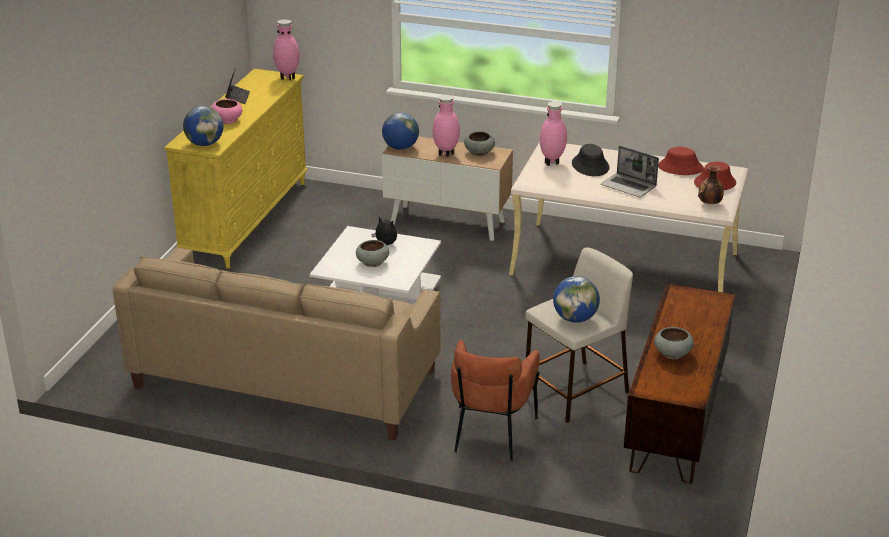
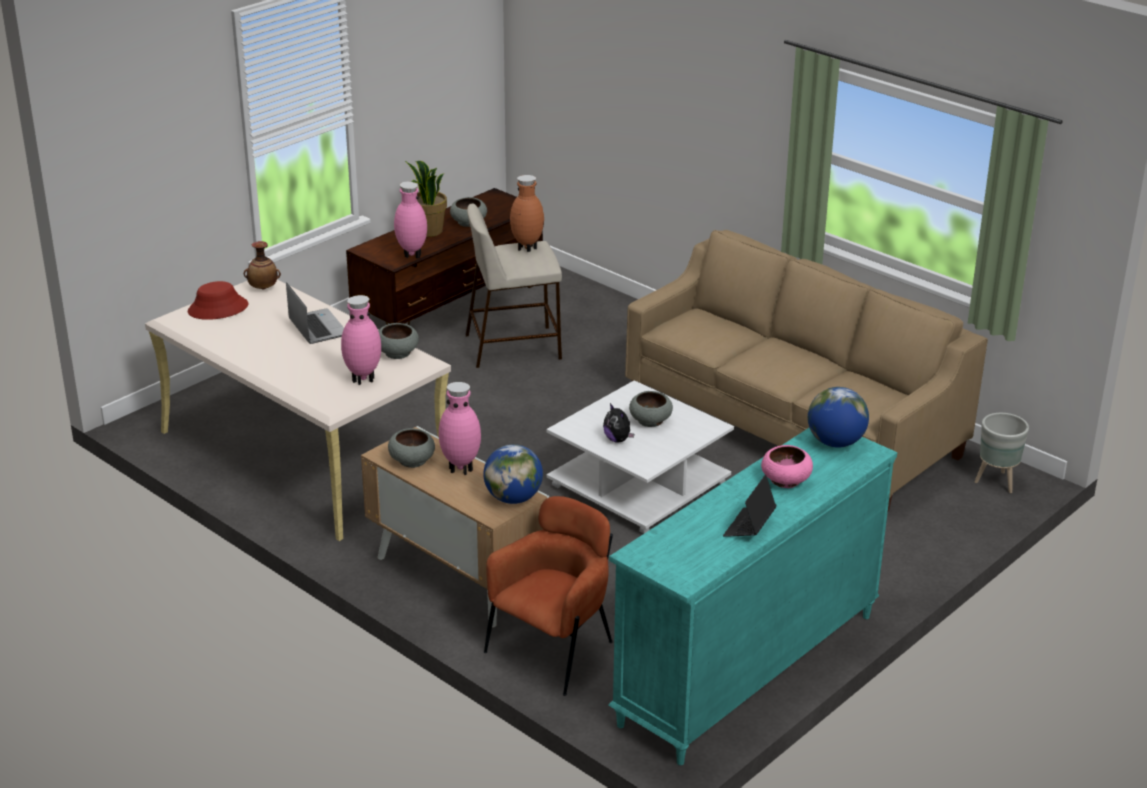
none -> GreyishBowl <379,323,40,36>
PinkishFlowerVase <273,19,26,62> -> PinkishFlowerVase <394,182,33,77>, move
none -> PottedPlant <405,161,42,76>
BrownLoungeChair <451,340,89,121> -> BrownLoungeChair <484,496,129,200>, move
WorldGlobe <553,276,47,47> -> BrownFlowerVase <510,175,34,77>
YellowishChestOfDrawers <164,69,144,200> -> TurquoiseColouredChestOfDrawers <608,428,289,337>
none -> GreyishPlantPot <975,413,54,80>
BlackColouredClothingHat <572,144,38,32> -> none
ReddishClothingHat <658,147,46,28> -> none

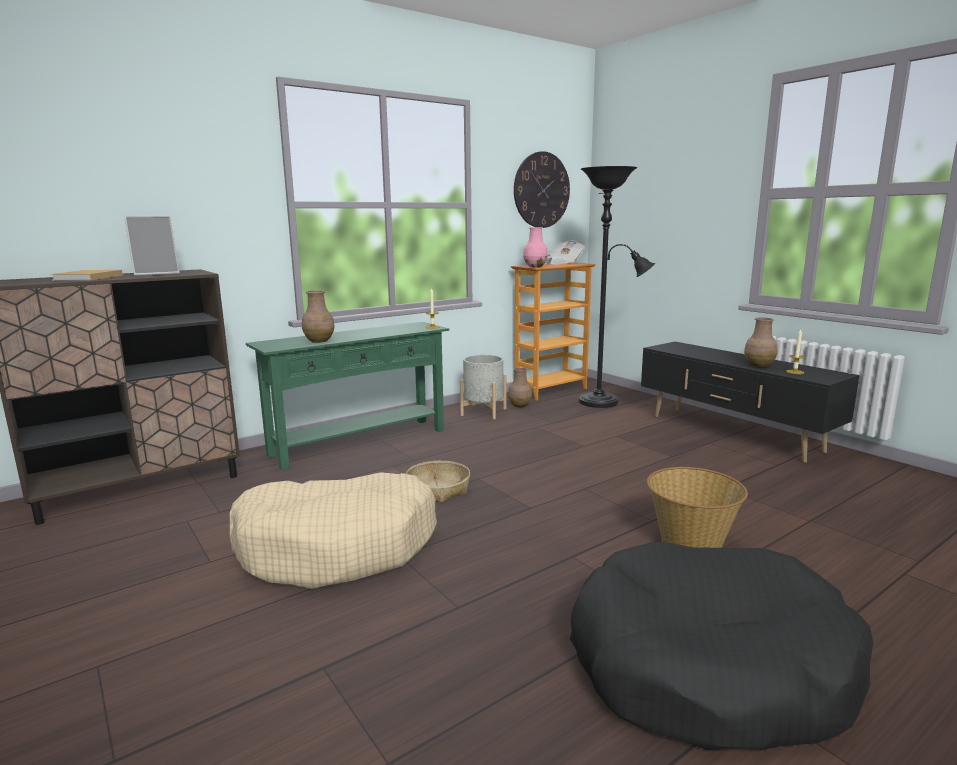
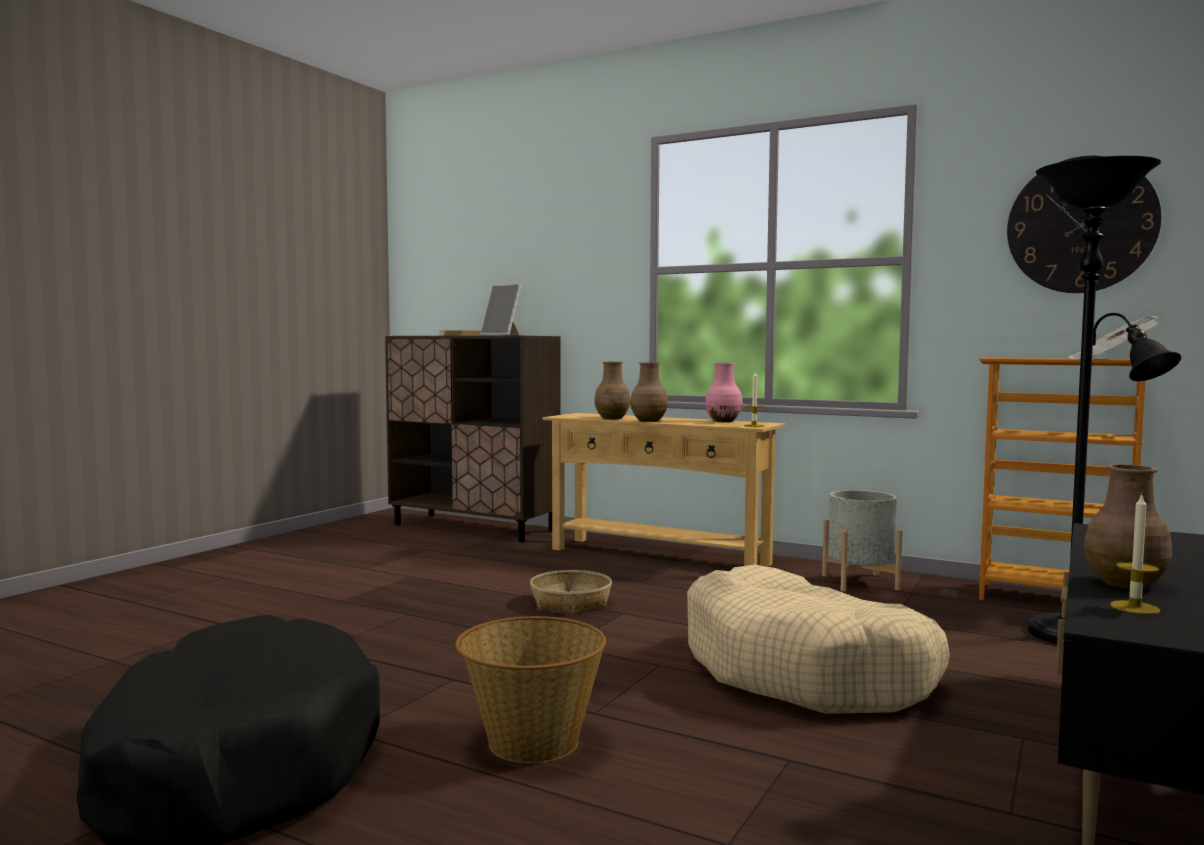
GreenNarrowTable <246,322,203,148> -> BeigeNarrowTable <542,413,243,154>
BrownFlowerVase <508,367,24,40> -> BrownFlowerVase <630,362,38,60>, move
BeigeDogCushion <230,472,207,117> -> BeigeDogCushion <687,565,263,149>, move
PinkishFlowerVase <523,227,25,40> -> PinkishFlowerVase <705,363,38,59>, move

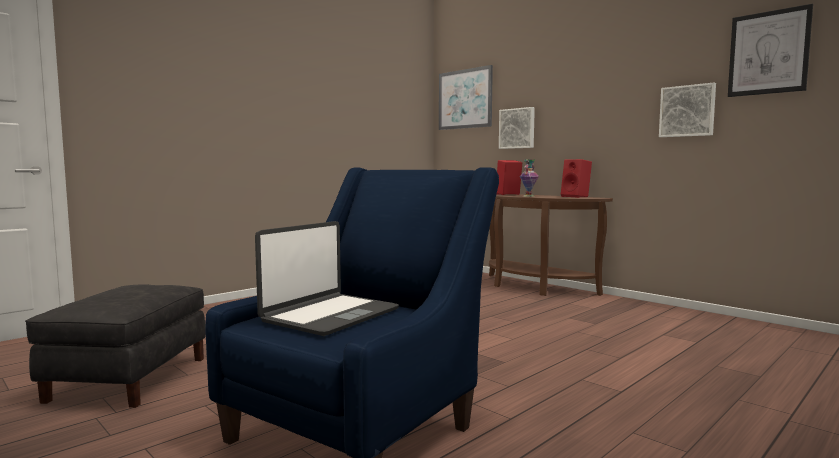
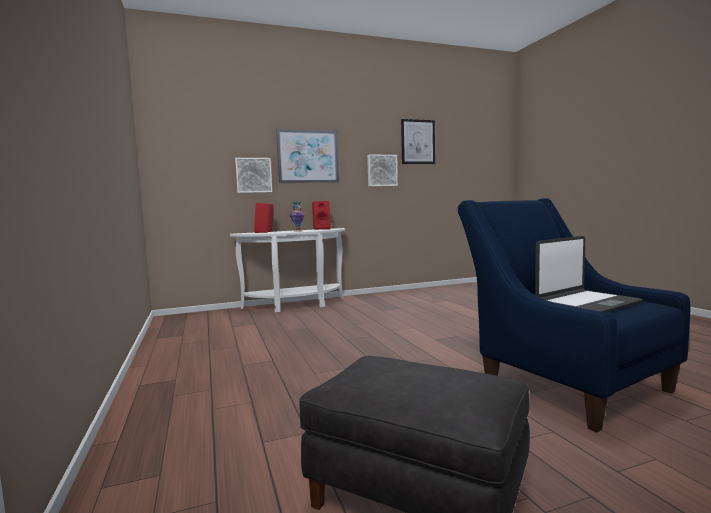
BrownNarrowTable <489,194,124,102> -> WhiteNarrowTable <230,228,115,84>
WallPicture <439,65,54,65> -> WallPicture <276,129,63,54>, move
Laptop <255,221,144,115> -> Laptop <535,236,108,77>, 90 degrees clockwise

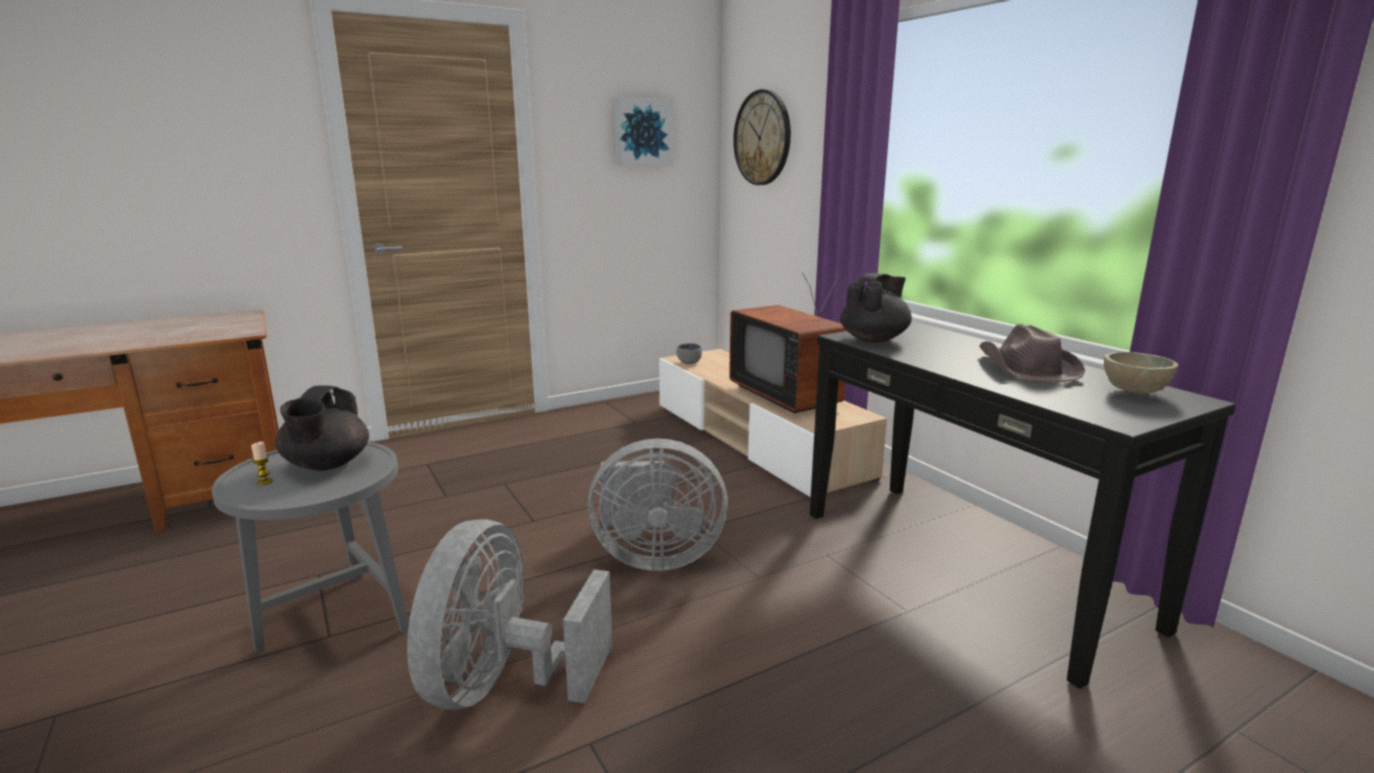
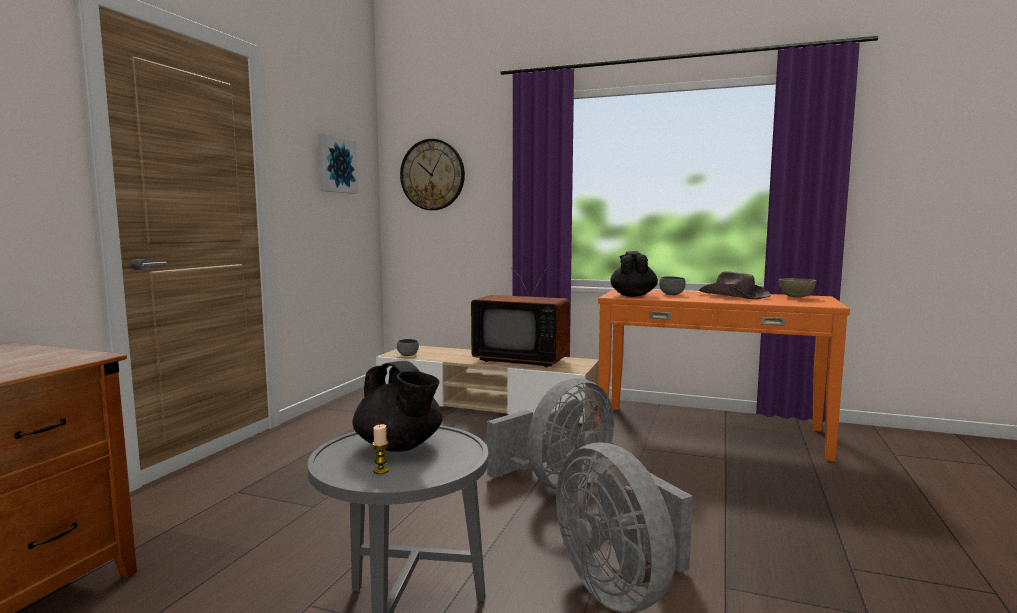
BlackColouredNarrowTable <810,321,426,368> -> OrangeColouredNarrowTable <597,289,253,173>
none -> GreyishBowl <659,276,27,19>

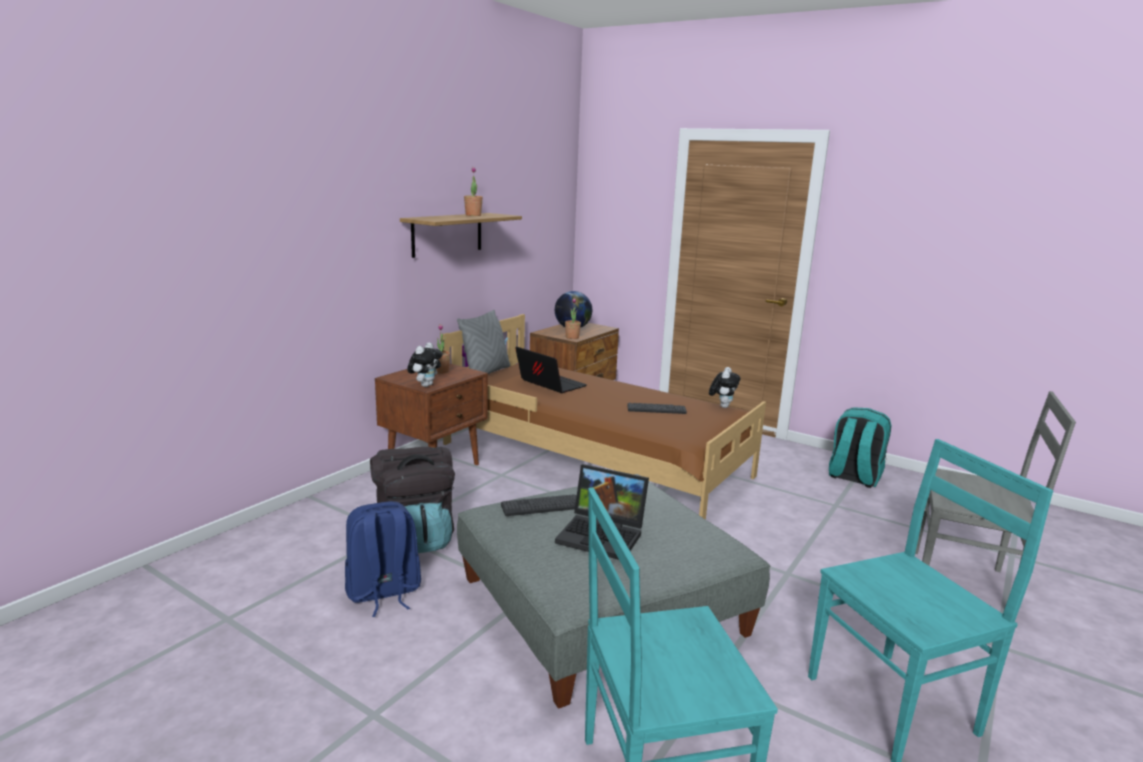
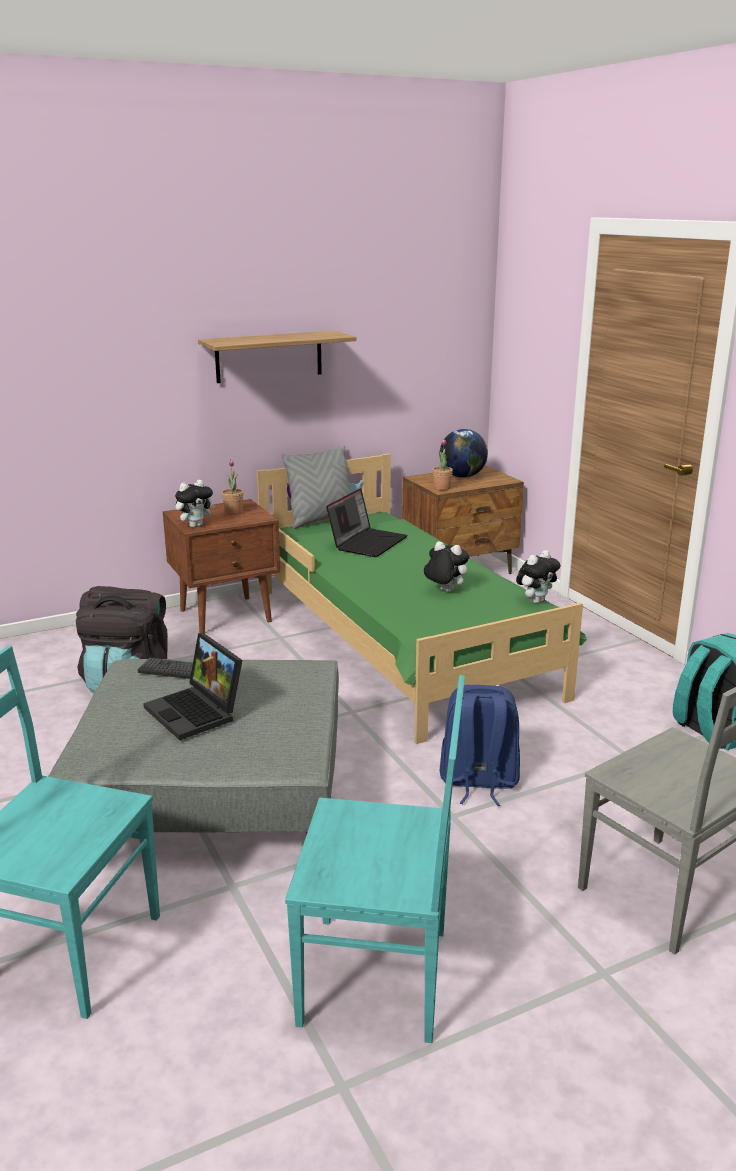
BrownBedroomBed <442,314,324,206> -> GreenBedroomBed <257,453,330,291>
Laptop <515,346,72,47> -> Laptop <326,488,82,69>, 45 degrees clockwise
ComputerKeyboard <627,403,60,11> -> SoftToy <424,541,45,51>
BlueKnapsack <345,501,76,116> -> BlueKnapsack <440,685,80,121>, move
PottedPlant <464,167,19,49> -> none

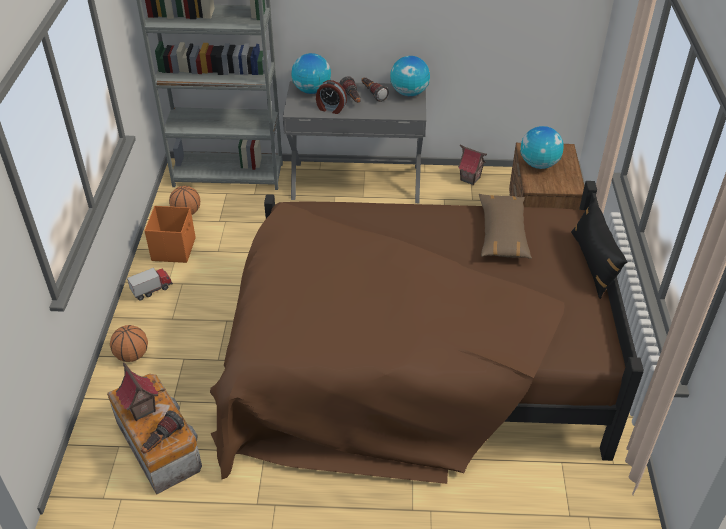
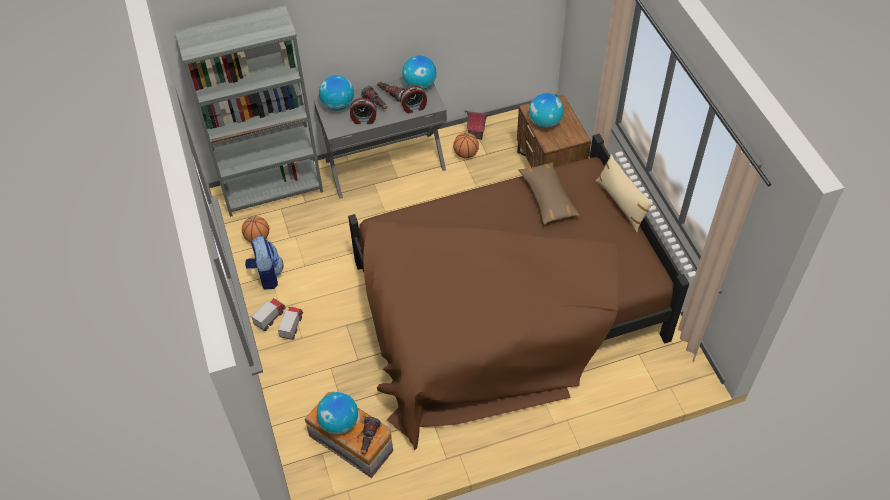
OrangeColouredStorageBin <144,206,52,57> -> Knapsack <245,236,39,54>
none -> ModelTruck <278,307,25,33>
MiniatureHouse <116,362,42,59> -> WorldGlobe <317,392,41,42>
none -> AlarmClock <400,86,27,27>
Basketball <110,325,38,37> -> Basketball <453,133,26,25>, move
BlackColouredPillow <571,197,57,102> -> BeigePillow <596,154,57,78>

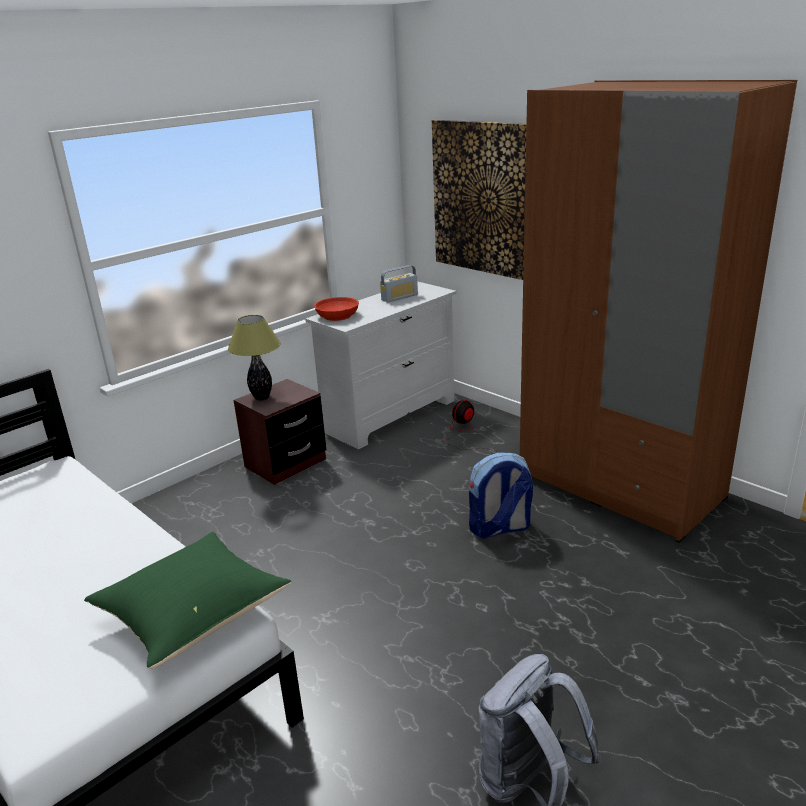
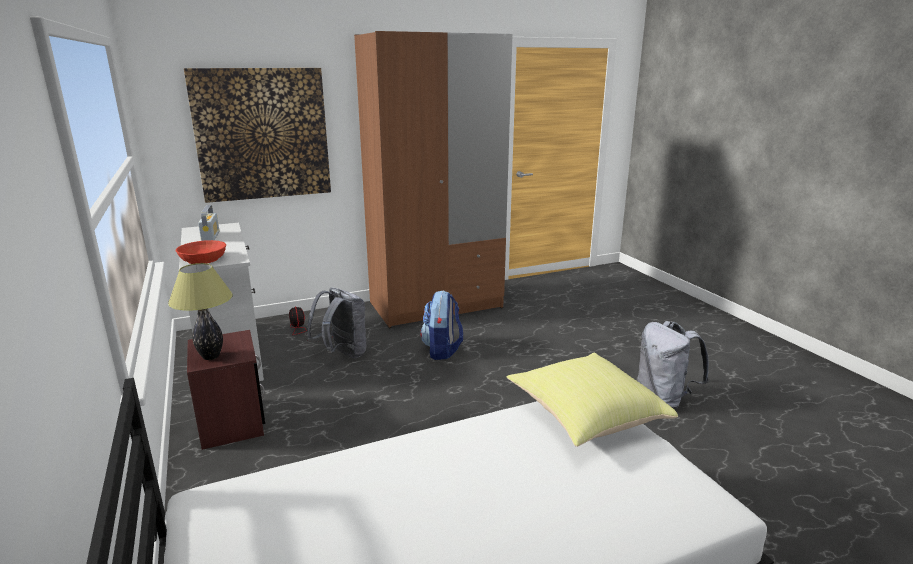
none -> GreyishKnapsack <307,287,59,71>
GreenPillow <84,532,207,137> -> YellowishPillow <507,353,171,94>

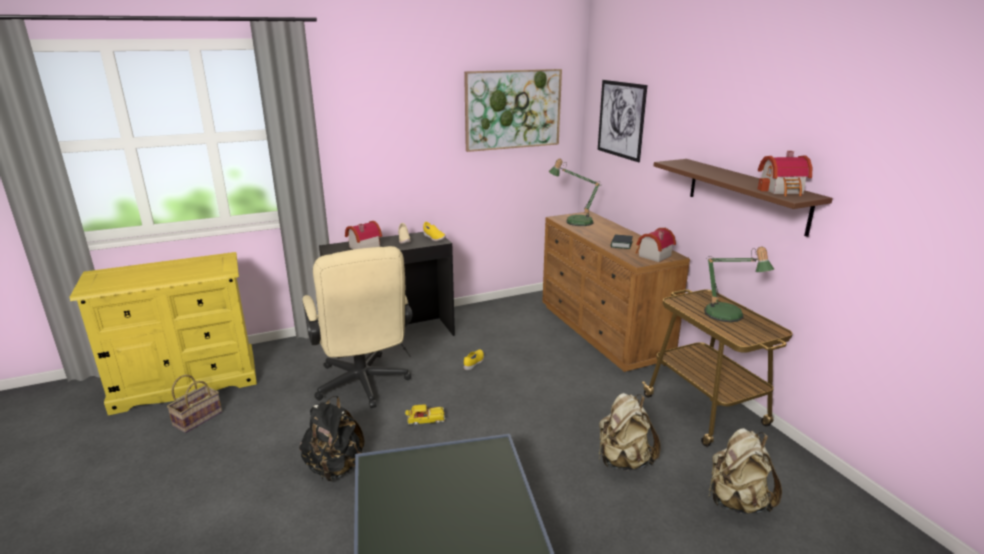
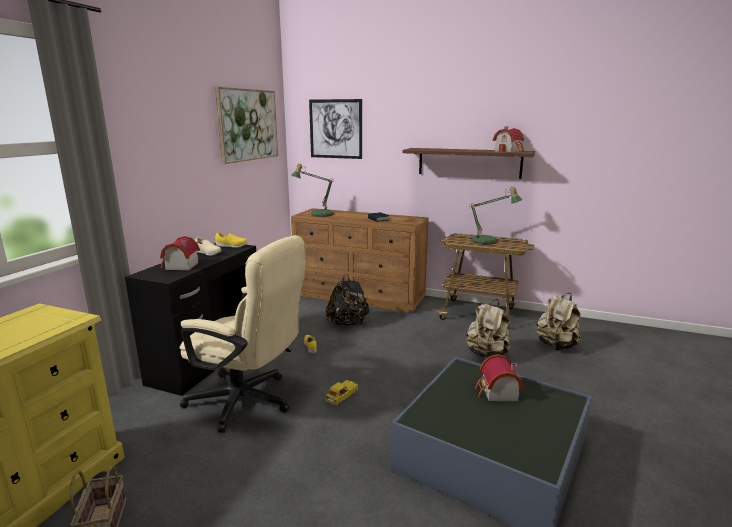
BlackColouredKnapsack <299,396,66,85> -> BlackColouredKnapsack <326,274,44,52>, move
MiniatureHouse <636,228,40,34> -> MiniatureHouse <475,354,49,47>, move

